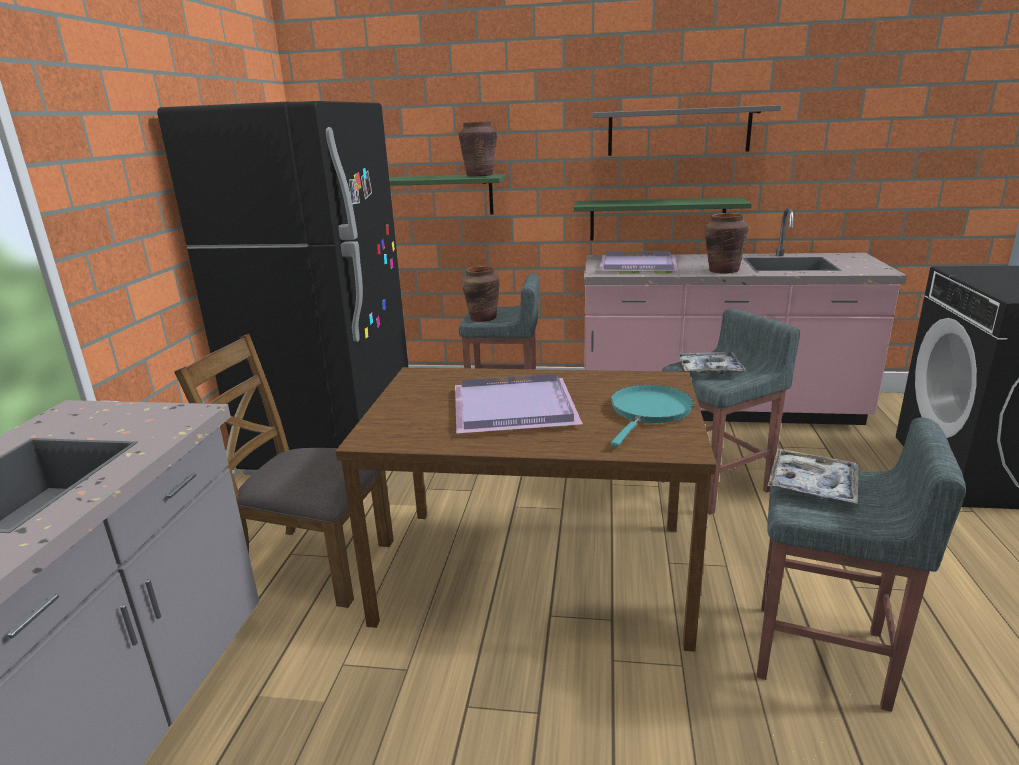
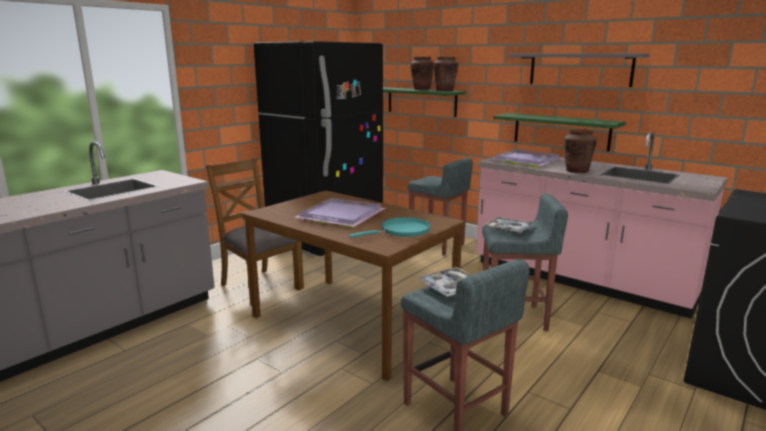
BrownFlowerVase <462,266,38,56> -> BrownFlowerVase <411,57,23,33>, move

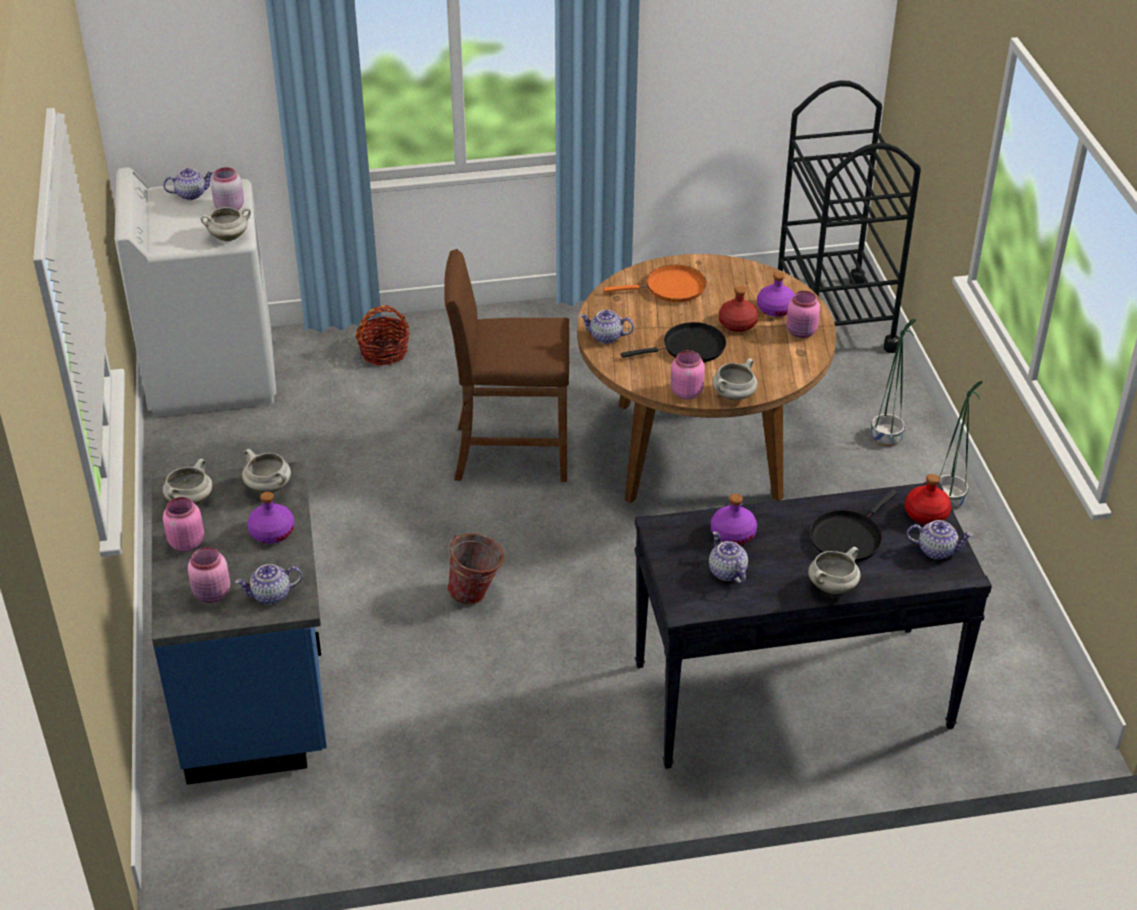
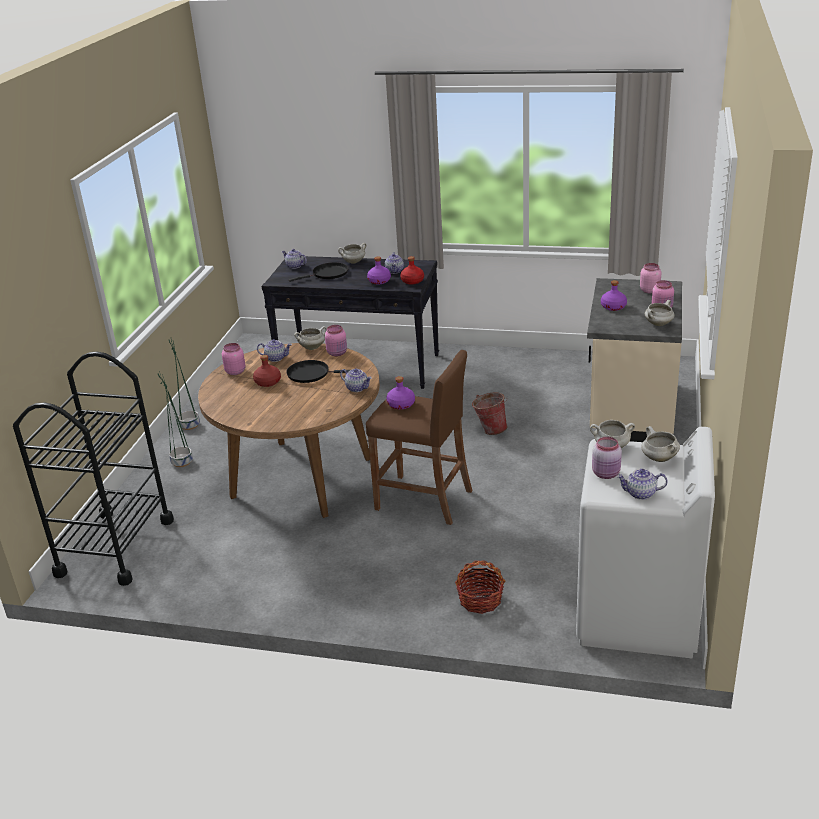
PotForTea <235,564,67,41> -> PotForTea <257,339,35,23>, move
PurpleColouredDrinkBottle <757,272,37,45> -> PurpleColouredDrinkBottle <386,376,29,34>, move
ReddishDrinkBottle <905,474,46,51> -> ReddishDrinkBottle <400,256,24,29>, move
BlueKitchenBaseUnit <152,461,175,324> -> BeigeKitchenBaseUnit <587,278,95,164>
WhiteStockpot <242,449,49,44> -> WhiteStockpot <641,426,39,36>, move
OrangeColouredSkillet <603,265,103,37> -> none

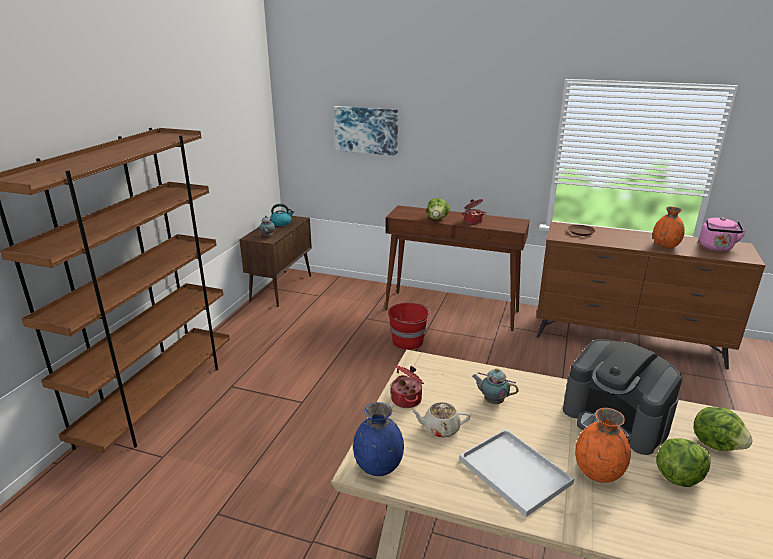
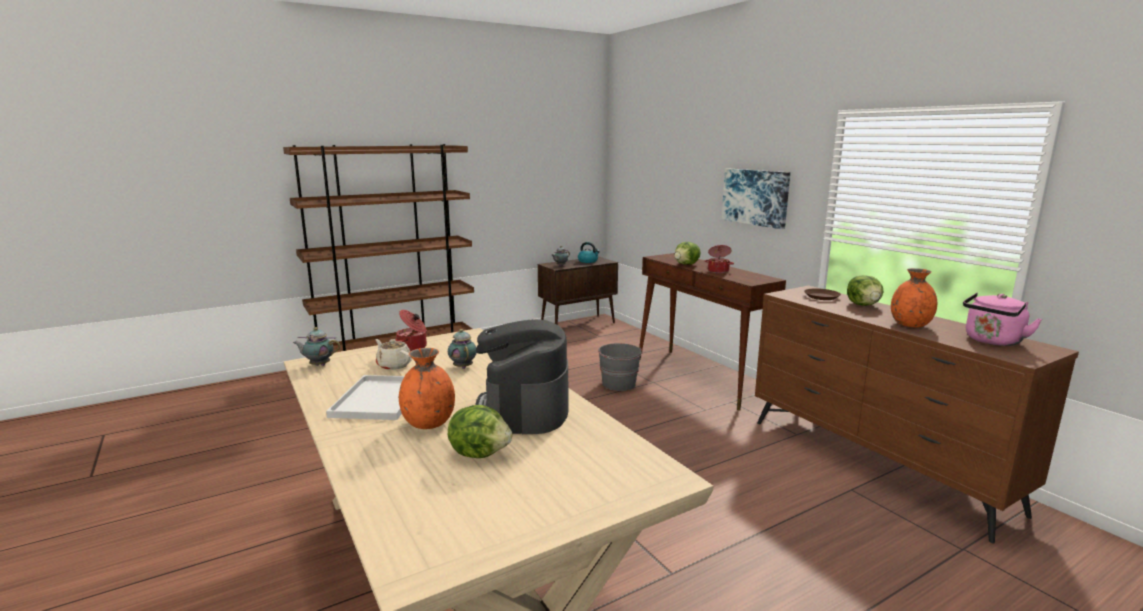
BlueFlowerVase <353,402,51,74> -> PotForTea <293,327,48,39>
ReddishPail <388,303,43,47> -> GreyishPail <598,343,45,48>
WallPicture <334,106,64,50> -> WallPicture <722,168,68,61>, move
HeadOfLettuce <694,407,59,44> -> HeadOfLettuce <847,275,37,31>, move

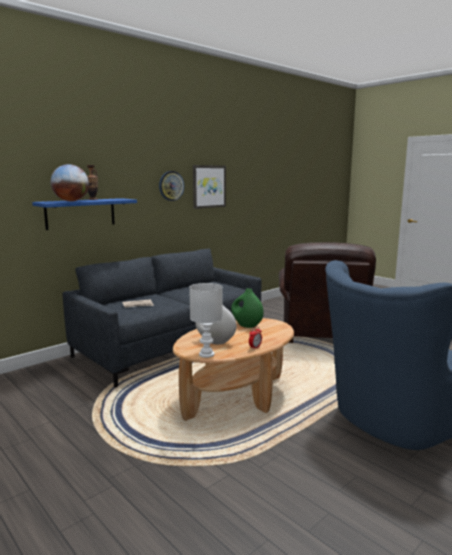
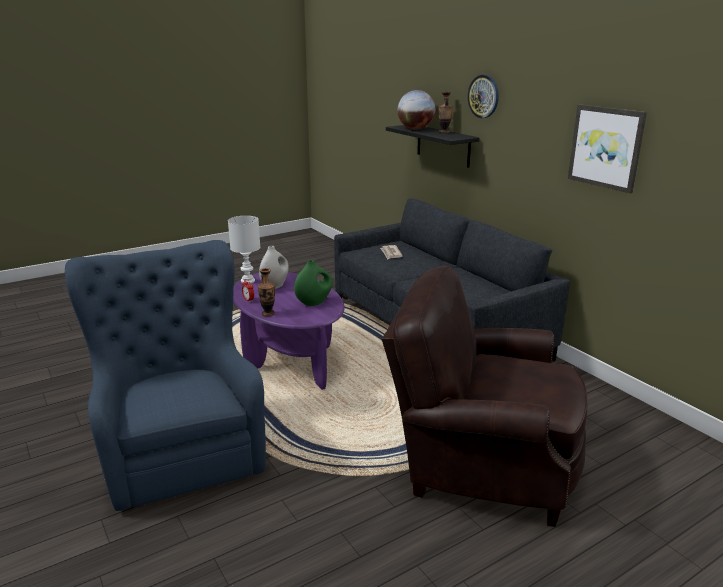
BrownLoungeTable <173,318,121,103> -> PurpleColouredLoungeTable <233,272,111,118>
none -> FlowerVase <258,268,17,48>
BlueBracketShelf <32,198,105,32> -> BlackColouredBracketShelf <386,125,94,43>
ClockOnTheWall <159,171,25,30> -> ClockOnTheWall <468,75,31,43>, move

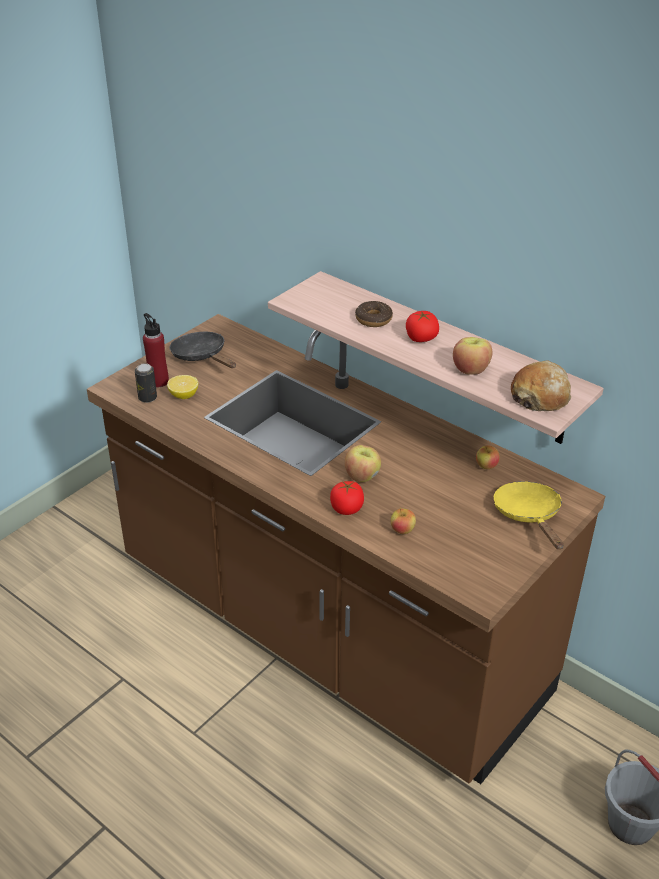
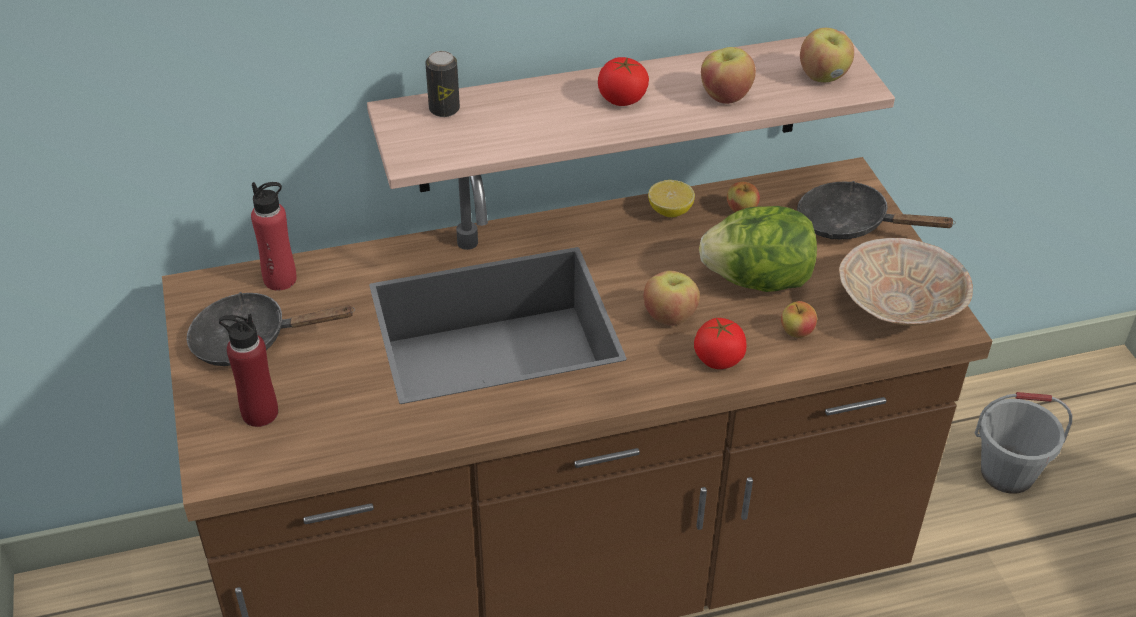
none -> ReddishDrinkBottle <251,182,46,109>
SealedCan <135,363,22,40> -> SealedCan <425,51,35,66>, move
CitrusFruit <167,375,31,24> -> CitrusFruit <648,180,47,37>, move
none -> HeadOfLettuce <699,206,118,86>
YellowishSkillet <494,481,69,68> -> BlackColouredSkillet <797,181,159,58>
BakeryBread <511,360,60,51> -> AppleFruit <800,28,54,55>
none -> BeigeBowl <839,238,134,88>
Doughnut <355,301,38,26> -> none

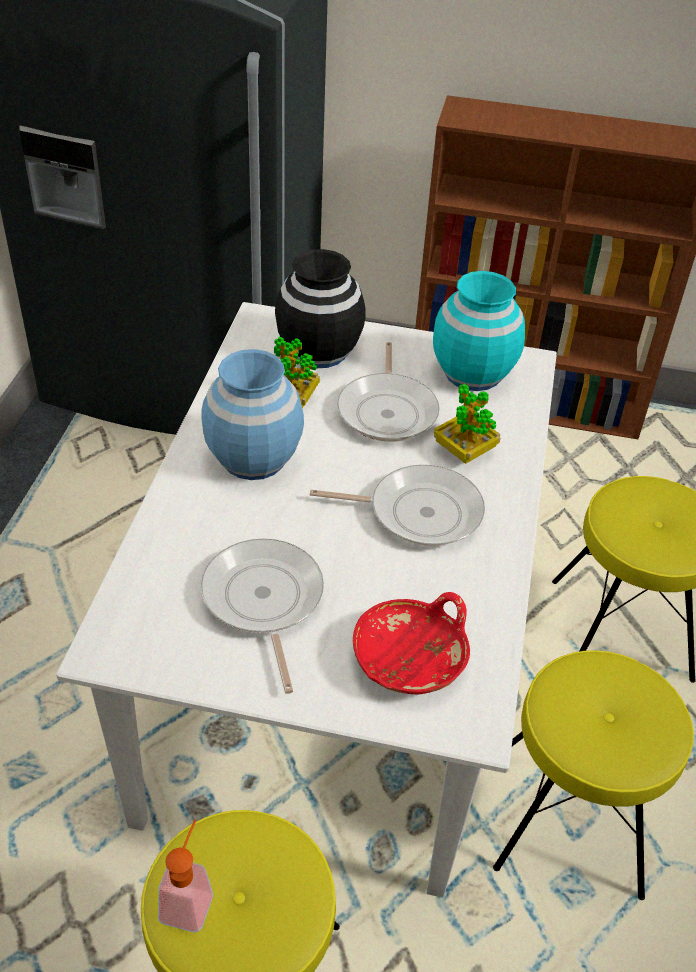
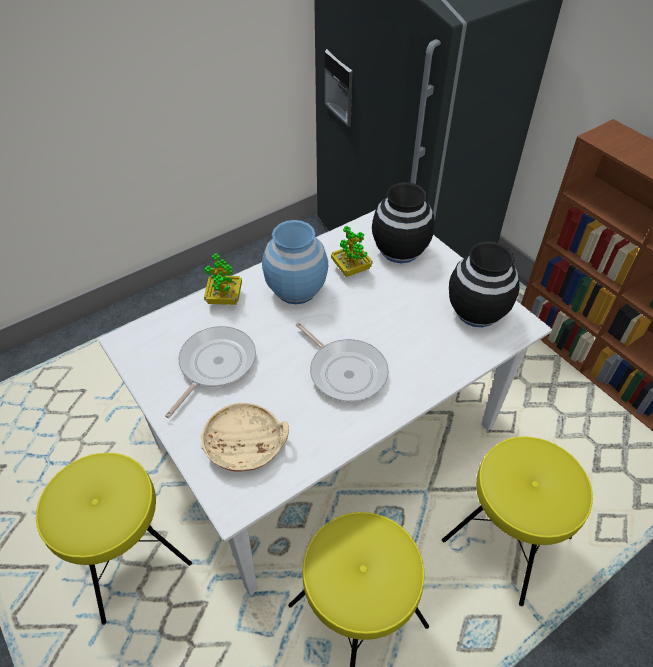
ReddishBowl <353,592,117,102> -> BeigeBowl <201,403,88,69>
PottedPlant <434,384,67,80> -> PottedPlant <204,254,38,51>, move
TurquoiseColouredFlowerVase <433,271,92,120> -> BlackColouredFlowerVase <449,241,71,86>
LiquidSoapBottle <158,820,55,112> -> none
Skillet <337,342,103,100> -> none

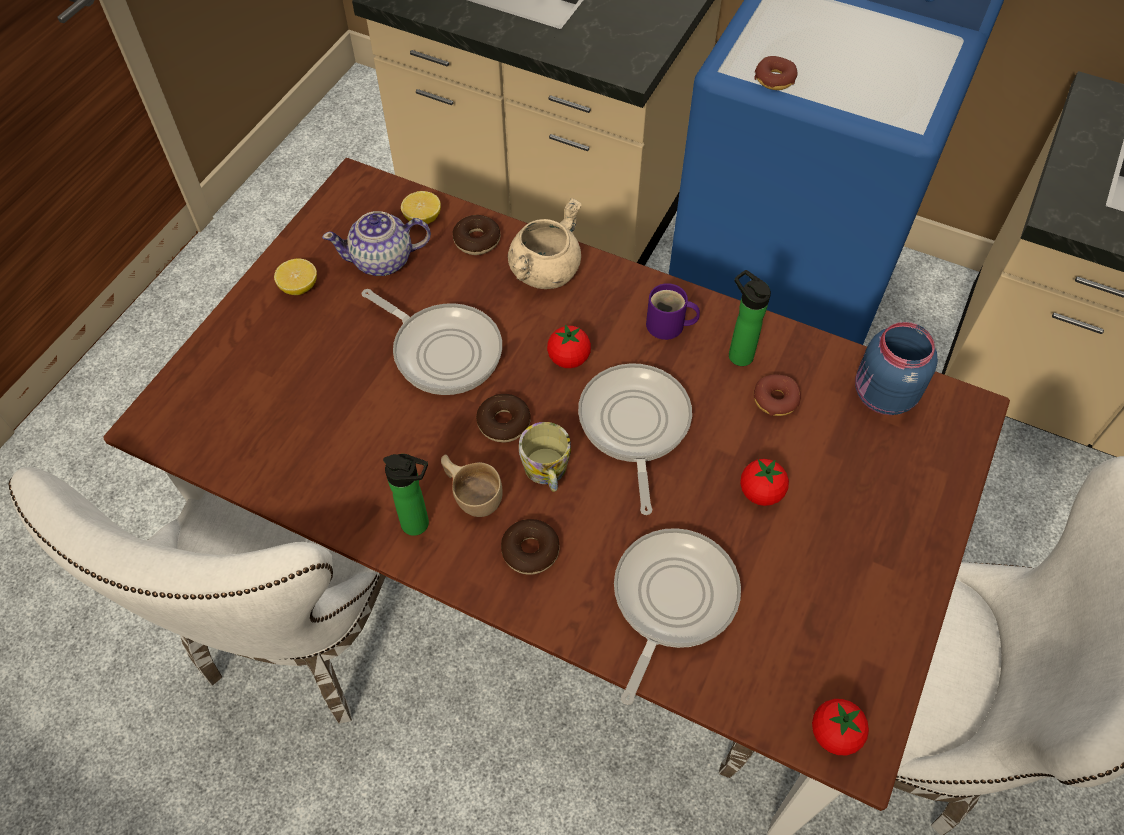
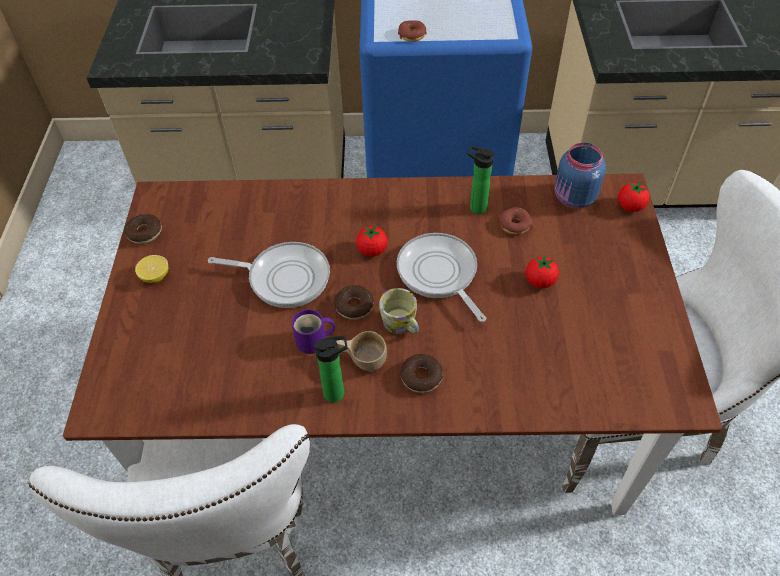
Doughnut <452,215,48,40> -> Doughnut <124,214,38,30>, move
PurpleColouredCoffeeMug <646,283,54,57> -> PurpleColouredCoffeeMug <292,309,43,45>, move
FreshTomato <812,699,57,56> -> FreshTomato <618,181,31,31>, move
PotForTea <322,211,109,65> -> none
CitrusFruit <401,191,40,33> -> none
BeigeStockpot <508,198,74,91> -> none
Skillet <614,528,127,177> -> none

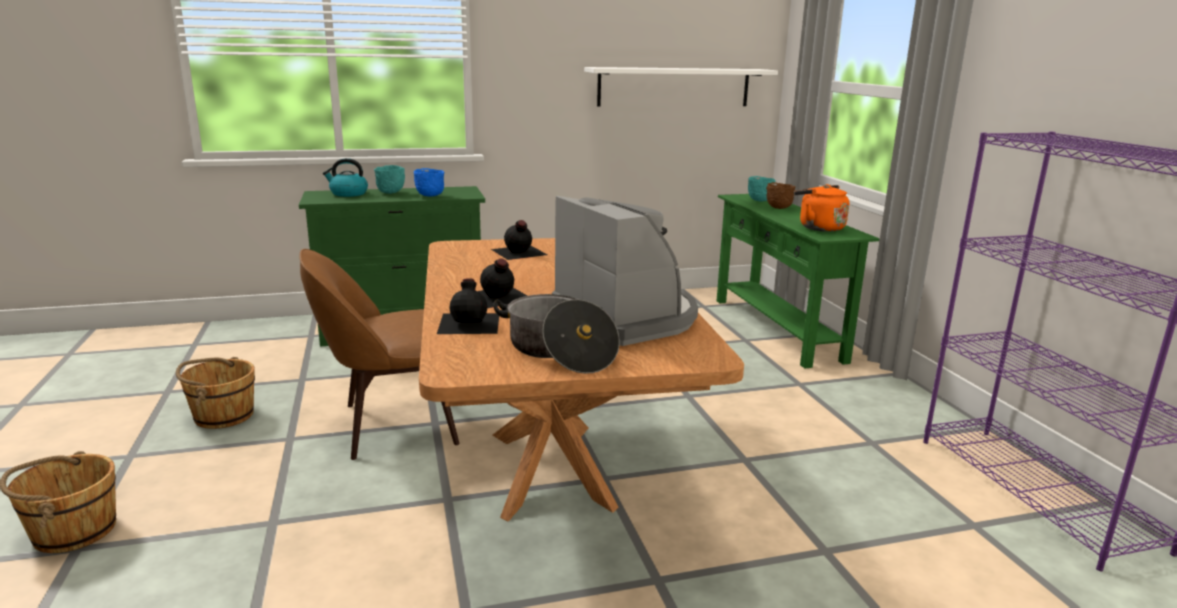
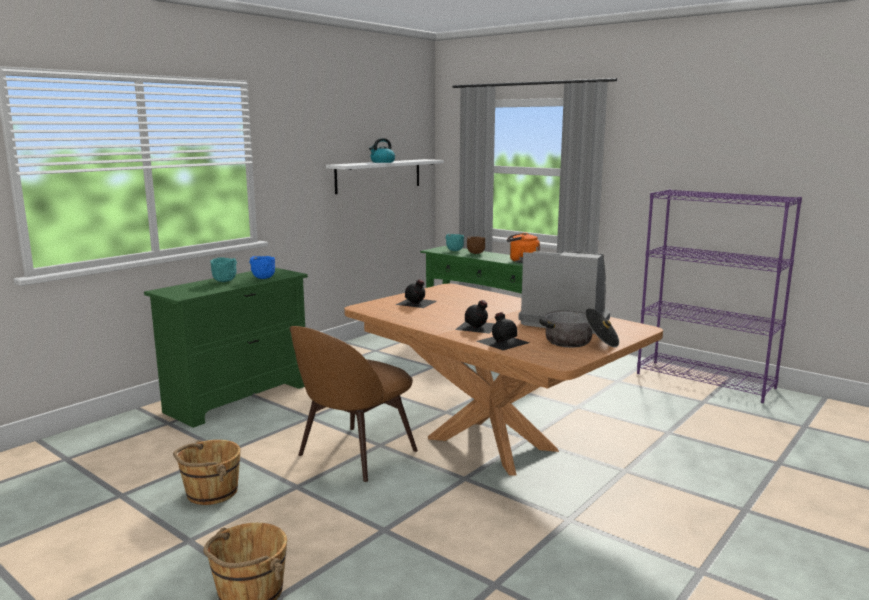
TeaKettle <323,158,45,39> -> TeaKettle <369,138,26,25>, move

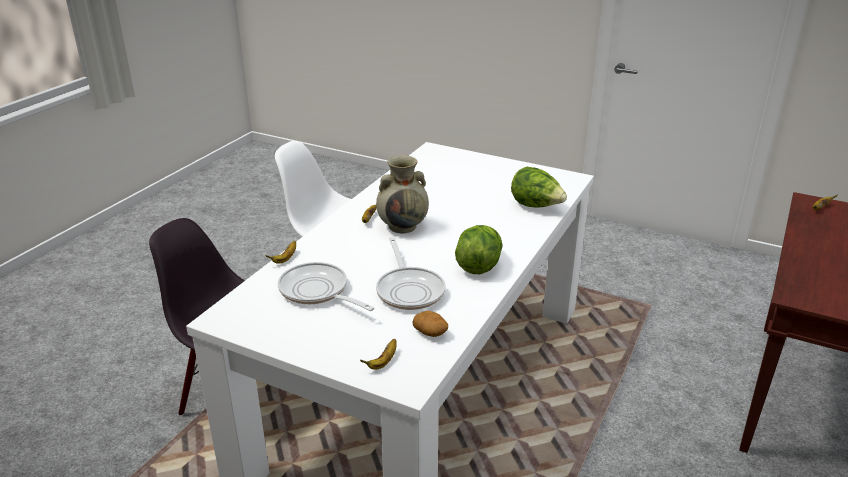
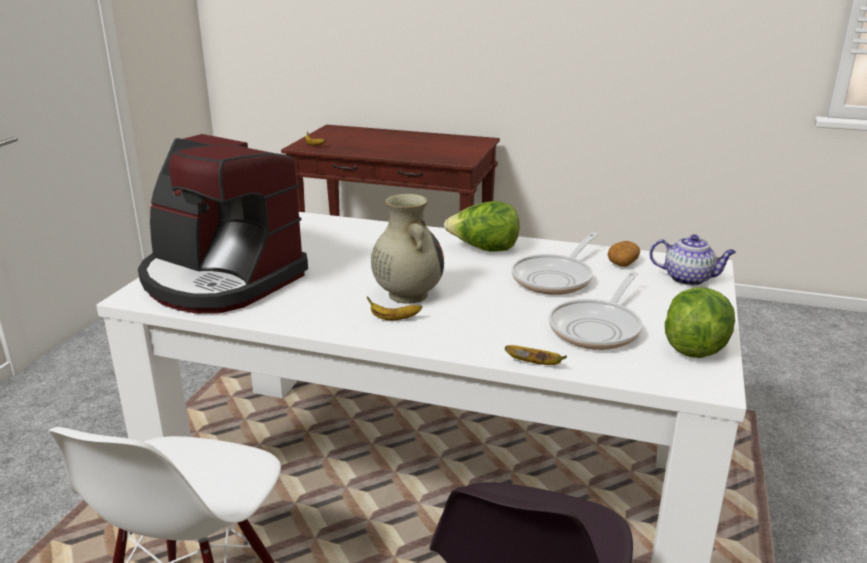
none -> CoffeeMachine <138,134,170,180>
Skillet <376,237,70,73> -> Skillet <511,232,87,63>, 150 degrees clockwise
WholeBanana <360,339,36,31> -> PotForTea <649,234,87,52>
HeadOfLettuce <511,167,56,41> -> HeadOfLettuce <665,287,70,71>, move

